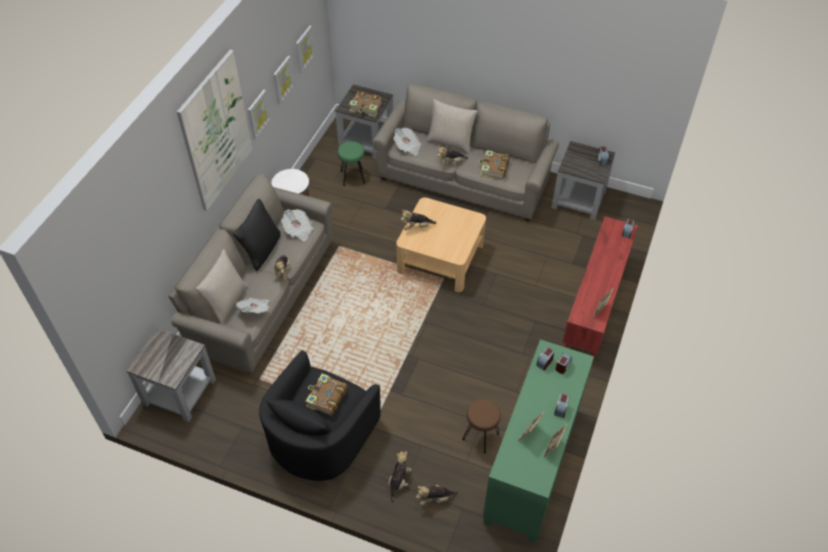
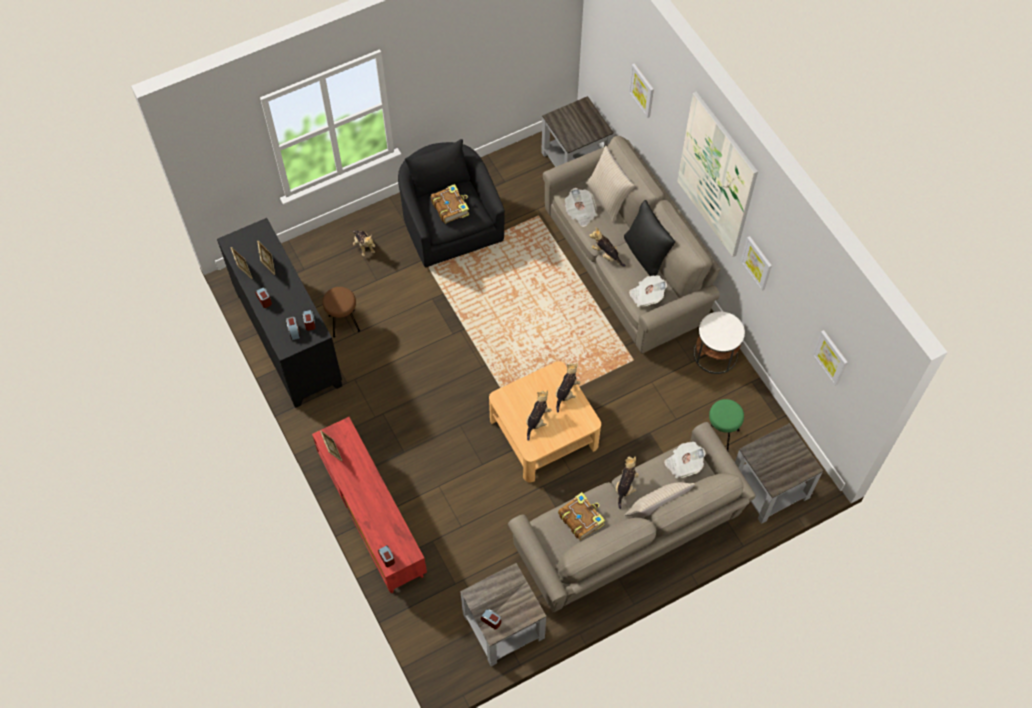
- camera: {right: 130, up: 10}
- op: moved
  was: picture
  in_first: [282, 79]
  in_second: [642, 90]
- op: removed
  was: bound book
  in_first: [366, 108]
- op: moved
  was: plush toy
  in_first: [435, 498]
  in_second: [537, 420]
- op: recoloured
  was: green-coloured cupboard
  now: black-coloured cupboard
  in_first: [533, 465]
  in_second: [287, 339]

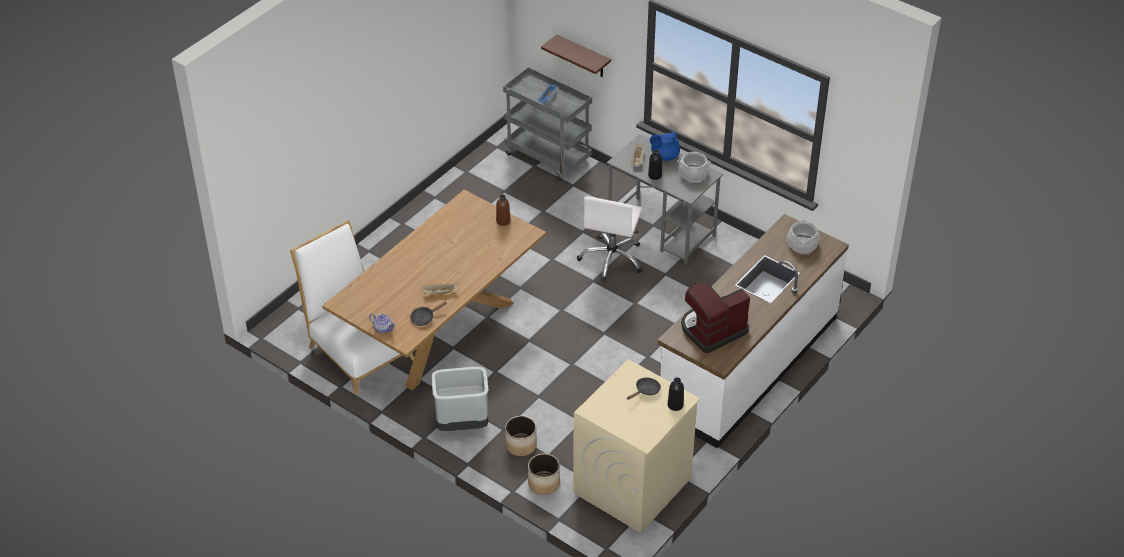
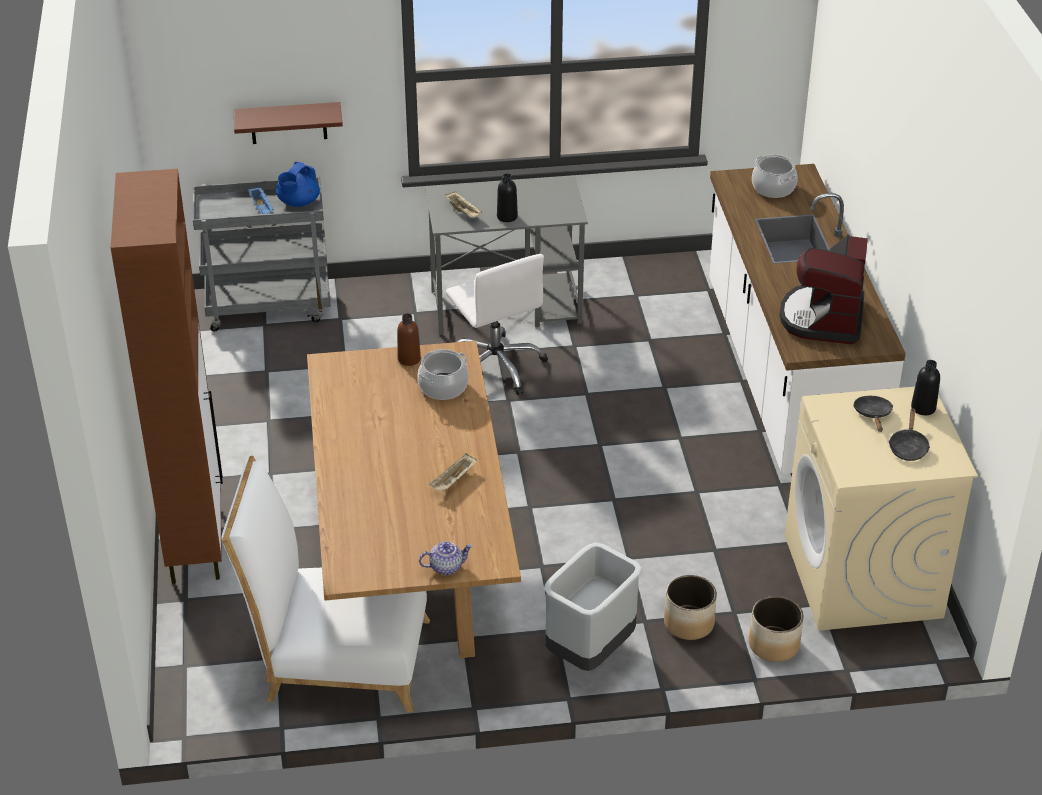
- camera: {right: -45, up: -5}
- op: moved
  was: black-coloured pan
  in_first: [424, 318]
  in_second: [908, 447]
- op: moved
  was: blue teapot
  in_first: [664, 156]
  in_second: [298, 202]
- op: moved
  was: saucepot
  in_first: [693, 174]
  in_second: [443, 387]
- op: added
  now: brown cupboard
  in_second: [196, 541]

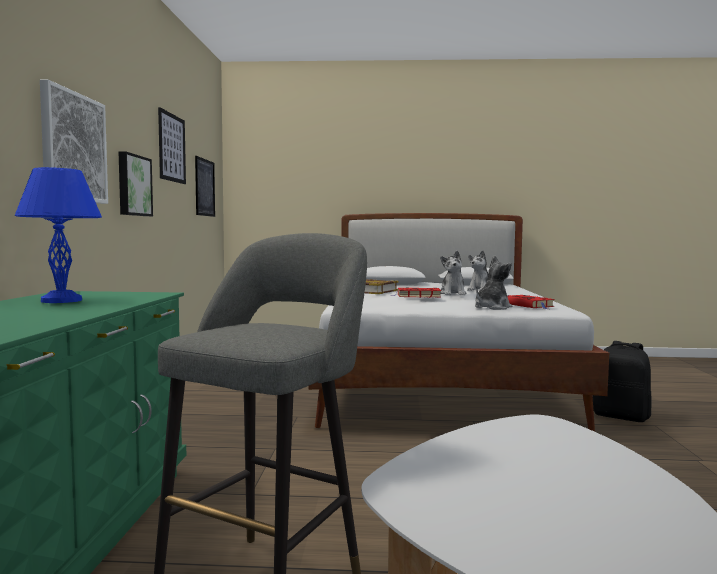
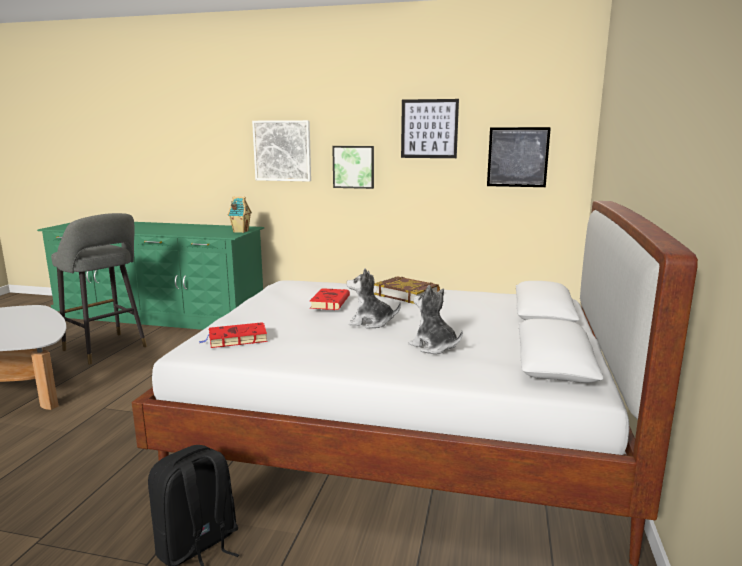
- camera: {right: 100, up: 10}
- op: removed
  was: blue table lamp
  in_first: [63, 300]
- op: removed
  was: plush toy
  in_first: [492, 308]
- op: added
  now: miniature house
  in_second: [240, 231]

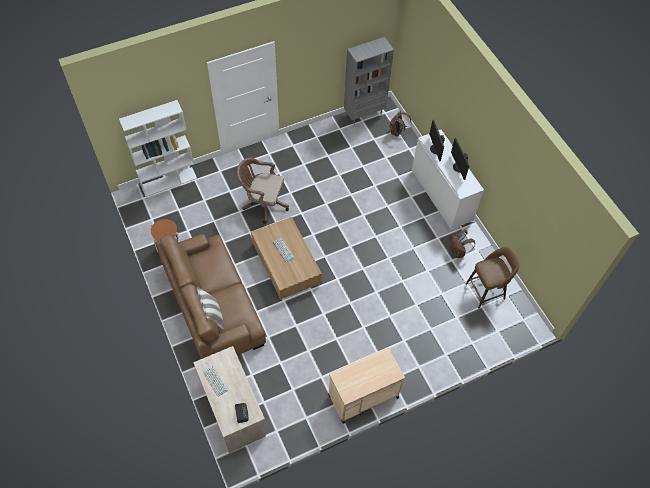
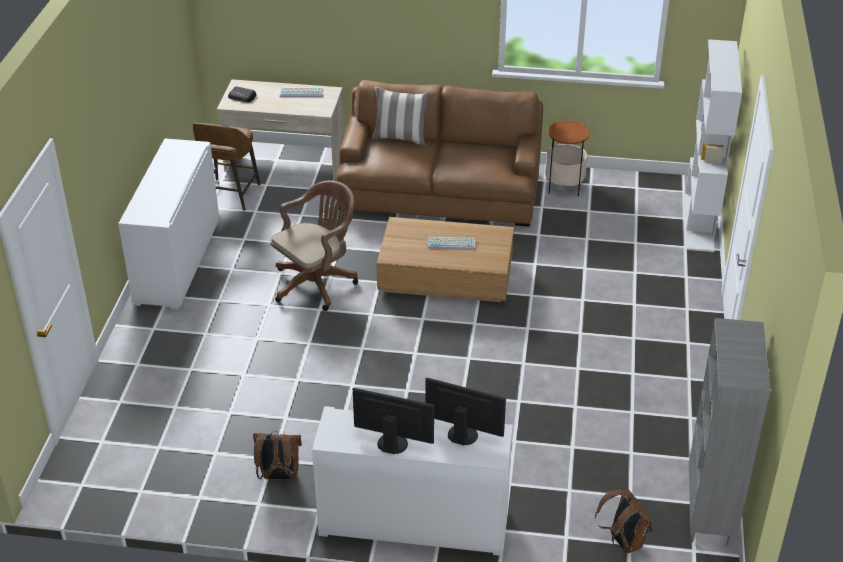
- camera: {right: 125, up: -20}
- op: moved
  was: brown office chair
  in_first: [263, 203]
  in_second: [317, 283]
- op: replaced
  was: beige-coloured wheeled cart
  now: whitish cupboard
  in_first: [362, 396]
  in_second: [178, 261]
- op: moved
  was: brown stool
  in_first: [486, 291]
  in_second: [229, 195]

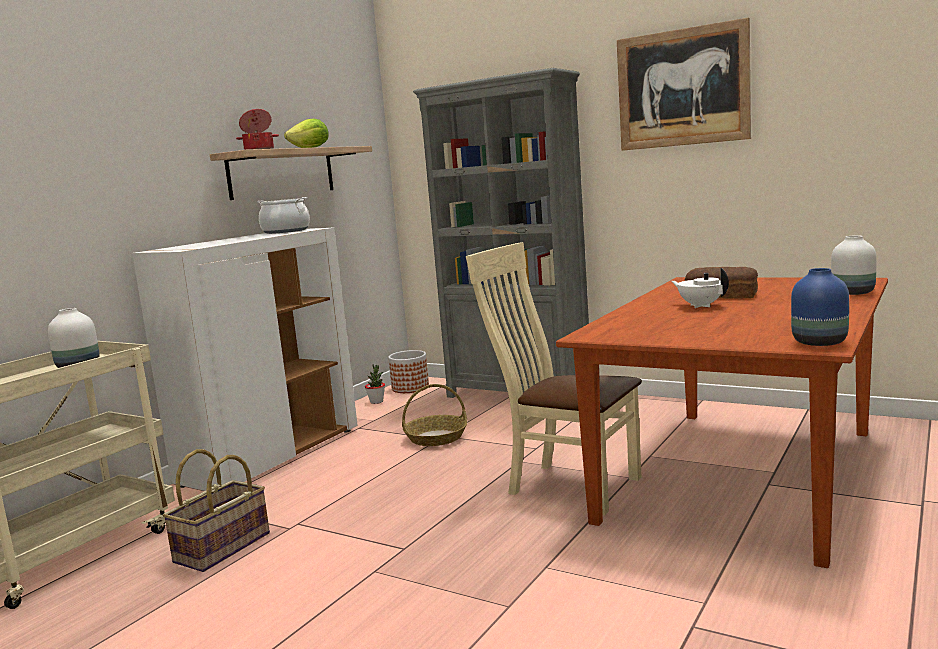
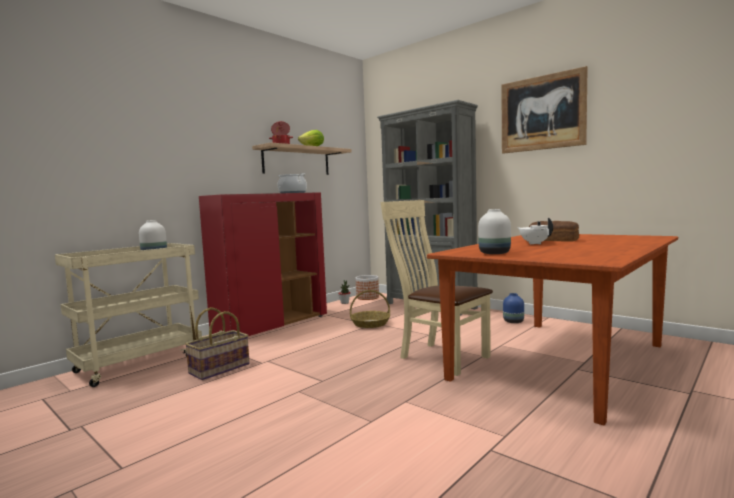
- camera: {right: 10, up: -5}
- op: recoloured
  was: whitish cupboard
  now: reddish cupboard
  in_first: [272, 456]
  in_second: [272, 325]
- op: moved
  was: blue flower vase
  in_first: [817, 343]
  in_second: [513, 321]
- op: moved
  was: whitish flower vase
  in_first: [853, 293]
  in_second: [495, 253]

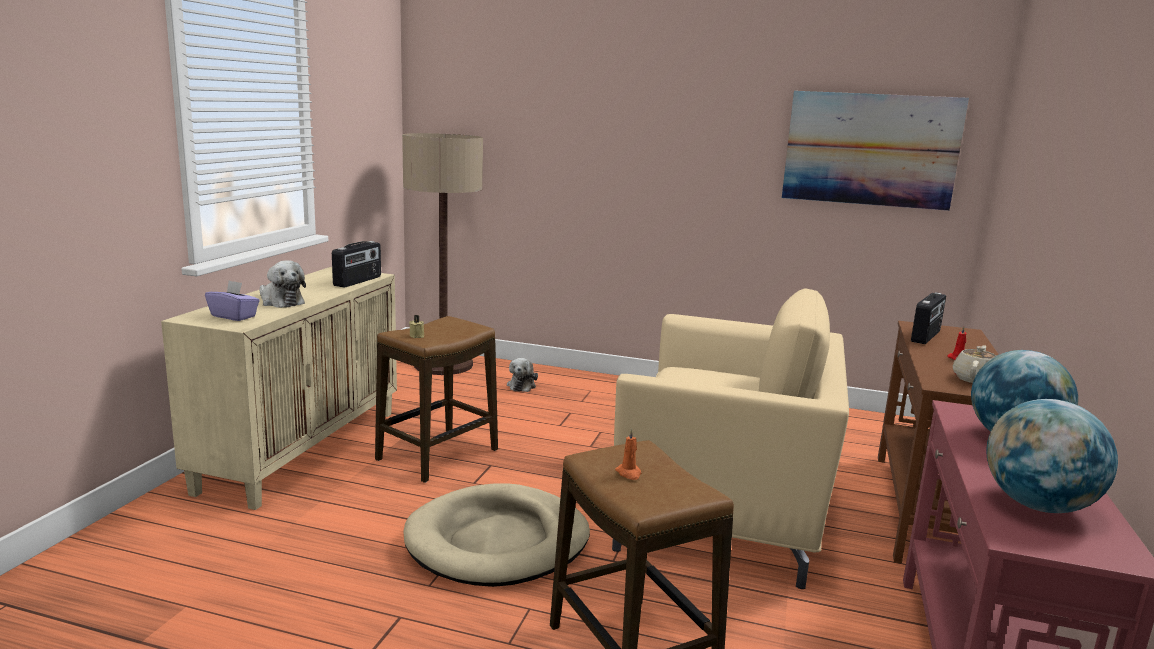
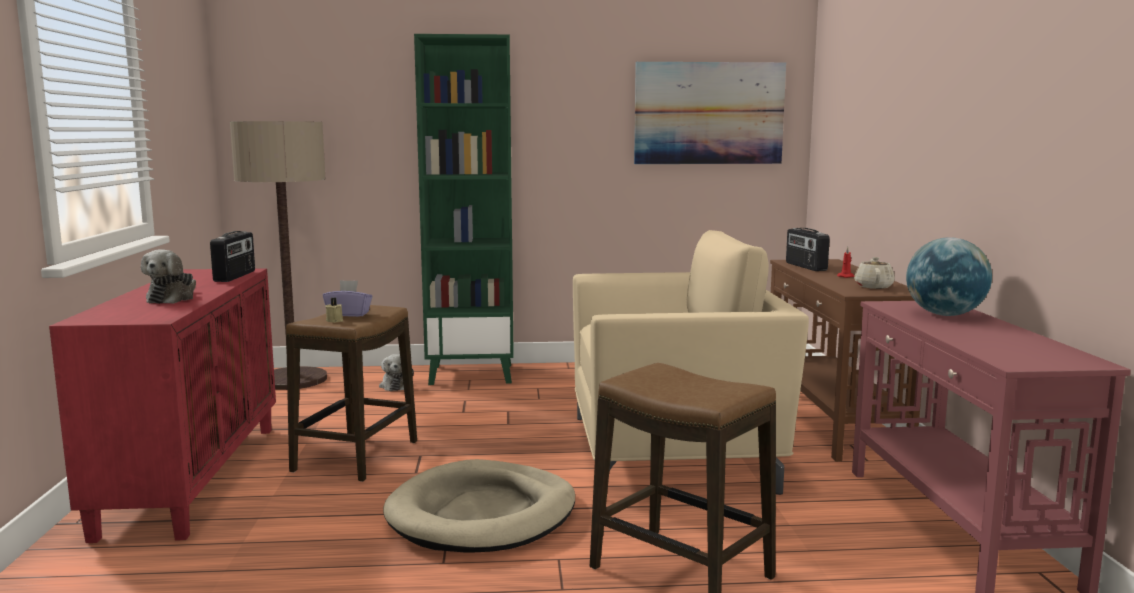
- camera: {right: -20, up: -5}
- op: recoloured
  was: beige-coloured cupboard
  now: reddish cupboard
  in_first: [301, 449]
  in_second: [192, 477]
- op: moved
  was: purplish box of tissues
  in_first: [234, 316]
  in_second: [349, 314]
- op: turned
  was: plush toy
  in_first: [280, 301]
  in_second: [172, 298]
  clockwise: 75
- op: removed
  was: orange-coloured wax light
  in_first: [629, 473]
- op: turned
  was: radio receiver
  in_first: [926, 336]
  in_second: [805, 266]
  clockwise: 150
- op: removed
  was: globe
  in_first: [1037, 505]
- op: added
  now: green-coloured bookcase
  in_second: [472, 374]

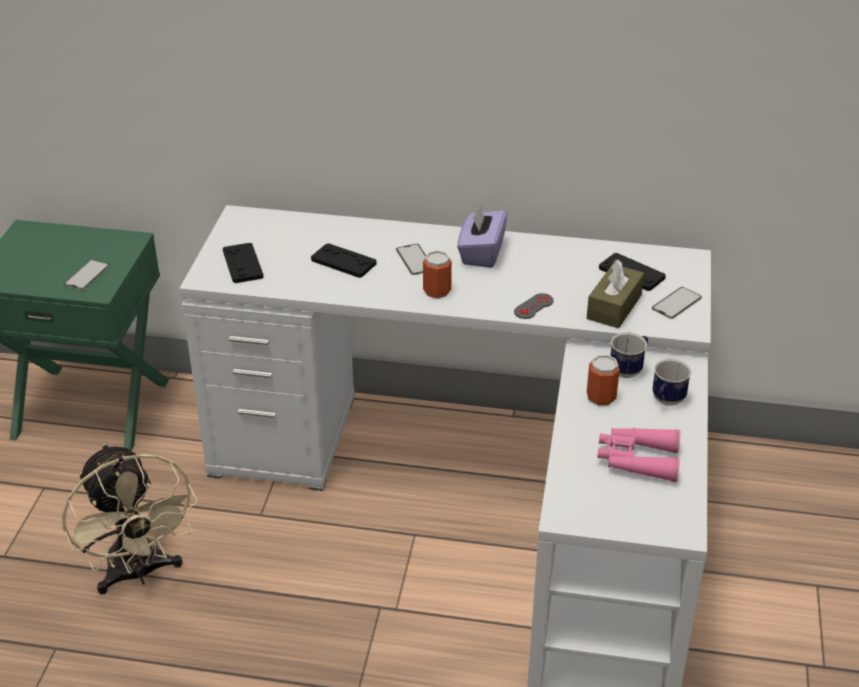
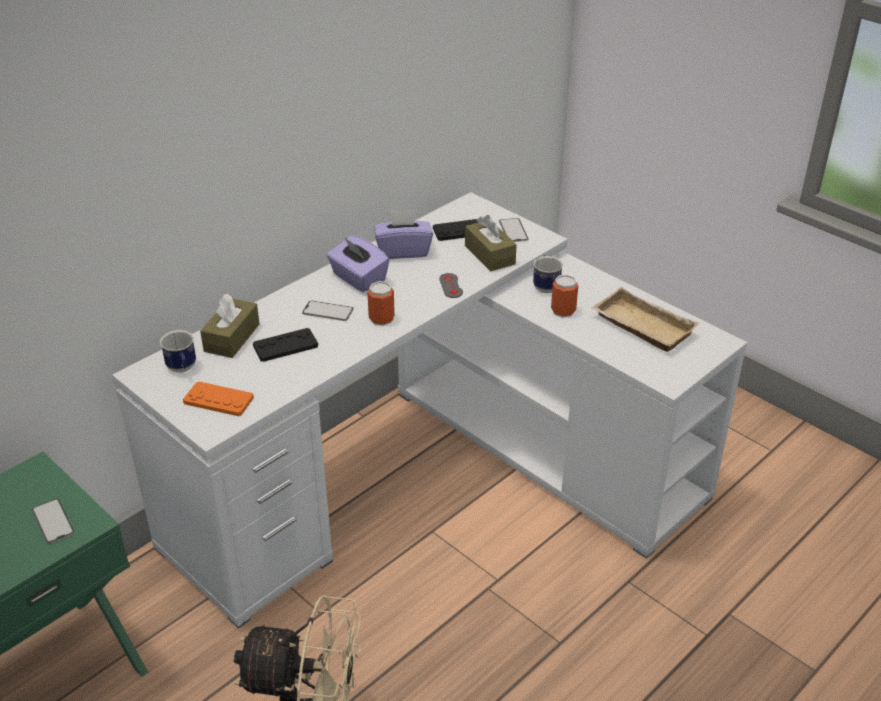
- camera: {right: -55, up: 0}
- op: recoloured
  was: black-coloured joypad
  now: orange-coloured joypad
  in_first: [242, 264]
  in_second: [218, 400]
- op: replaced
  was: pink pair of binoculars
  now: beige-coloured tray
  in_first: [637, 460]
  in_second: [640, 327]
- op: moved
  was: mug
  in_first: [666, 402]
  in_second: [182, 369]
- op: added
  now: brown box of tissues
  in_second: [232, 338]
- op: added
  now: purplish box of tissues
  in_second: [403, 251]

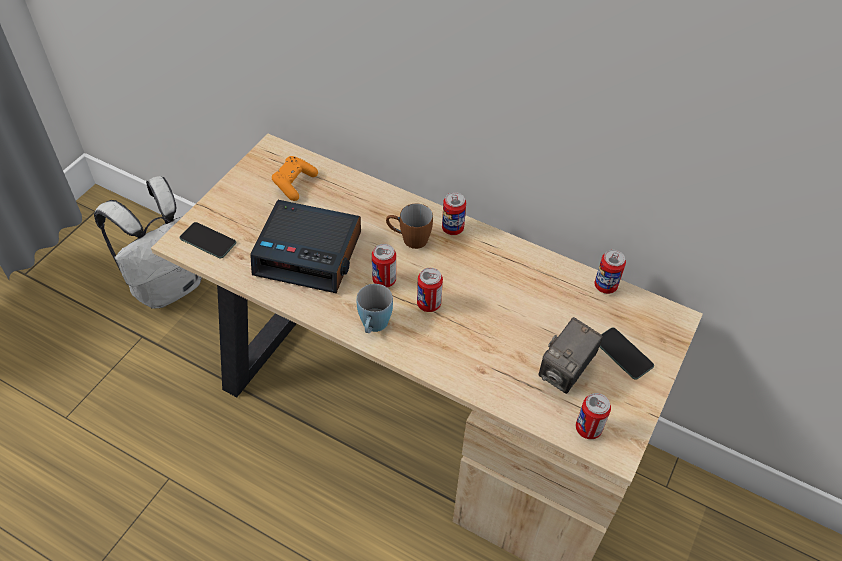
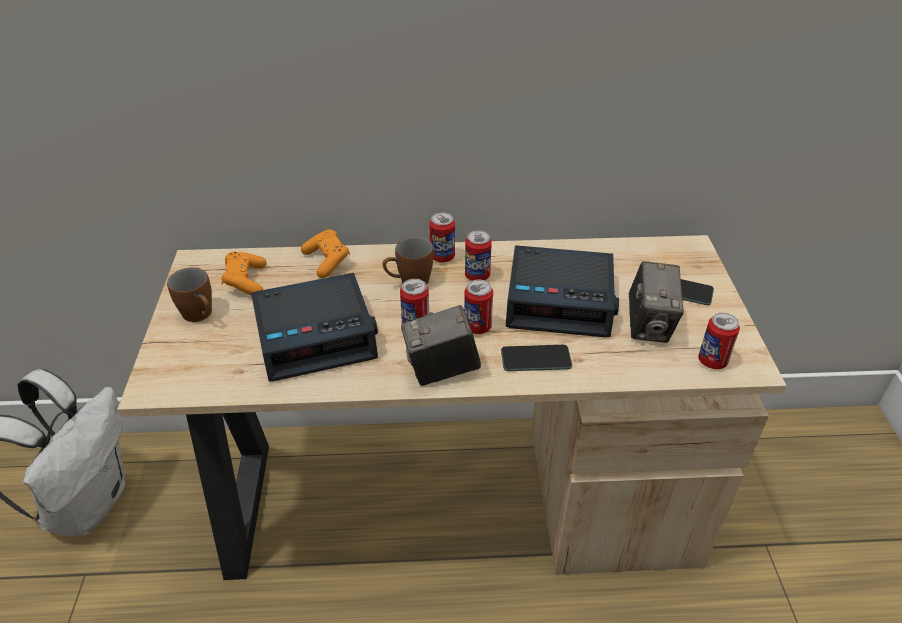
- camera: {right: -30, up: -10}
- op: moved
  was: telephone
  in_first: [208, 241]
  in_second: [536, 359]
- op: replaced
  was: blue mug
  now: photo camera
  in_first: [373, 326]
  in_second: [441, 370]
- op: moved
  was: sealed can
  in_first: [605, 286]
  in_second: [477, 276]
- op: added
  now: brown mug
  in_second: [201, 316]
- op: added
  now: orange-coloured joypad
  in_second: [327, 261]
- op: added
  now: alarm clock
  in_second: [560, 301]

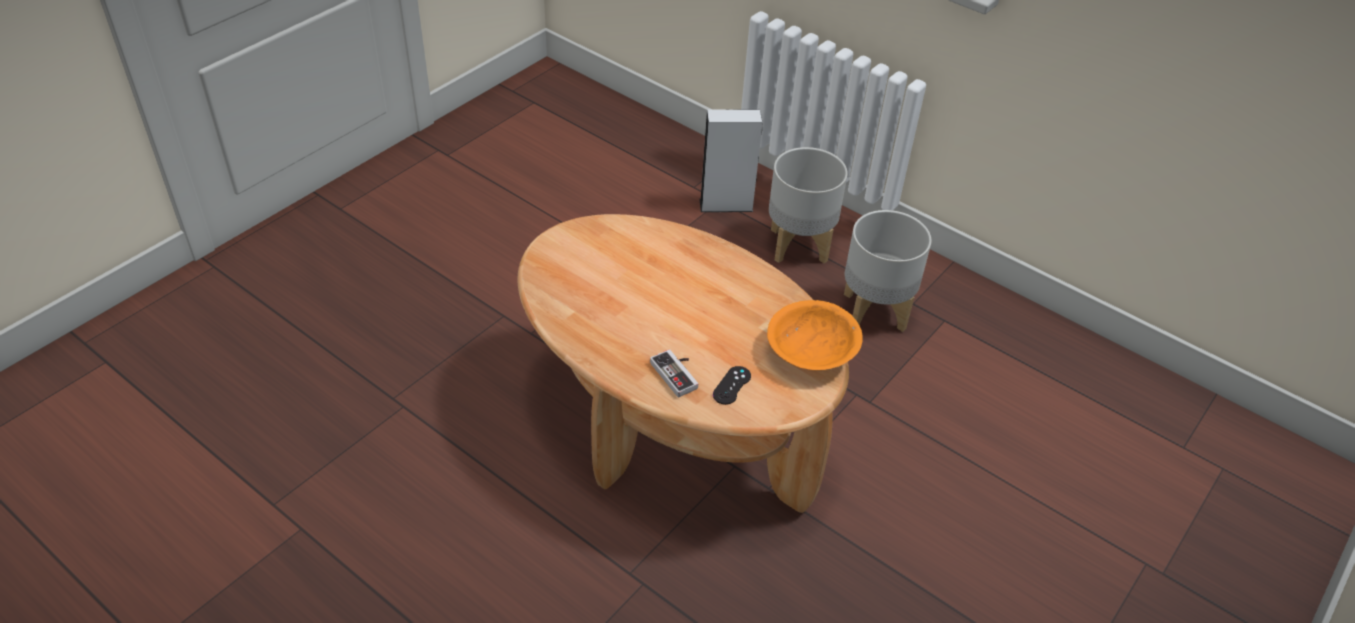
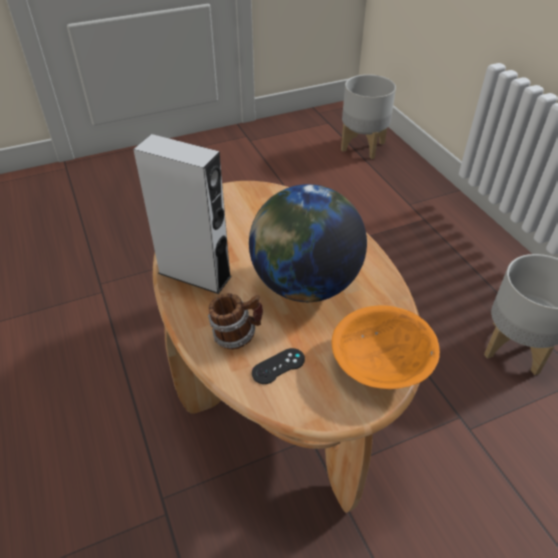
- camera: {right: 30, up: 0}
- op: replaced
  was: joypad
  now: mug
  in_first: [678, 373]
  in_second: [237, 335]
- op: moved
  was: grey speaker
  in_first: [726, 205]
  in_second: [194, 274]
- op: moved
  was: grey plant pot
  in_first: [799, 245]
  in_second: [363, 146]
- op: added
  now: globe
  in_second: [304, 284]

